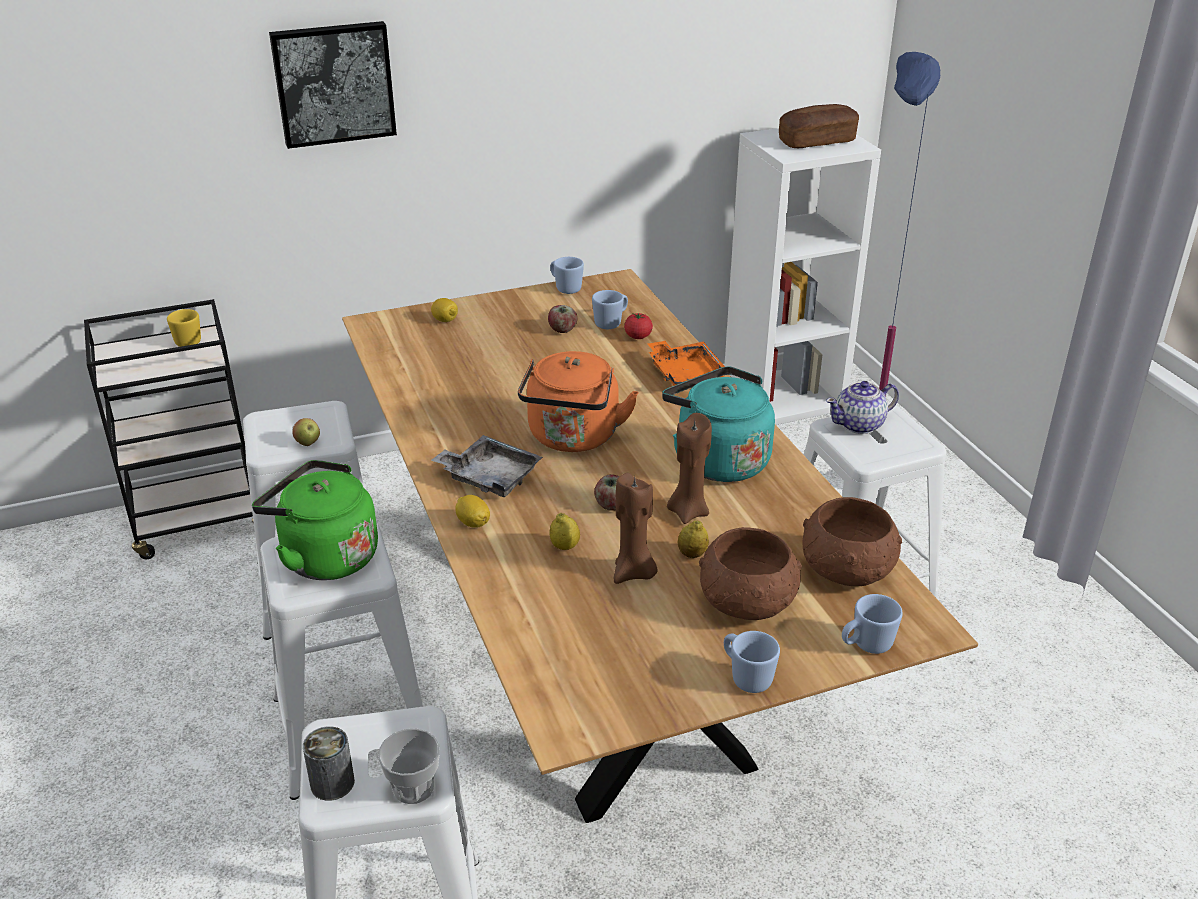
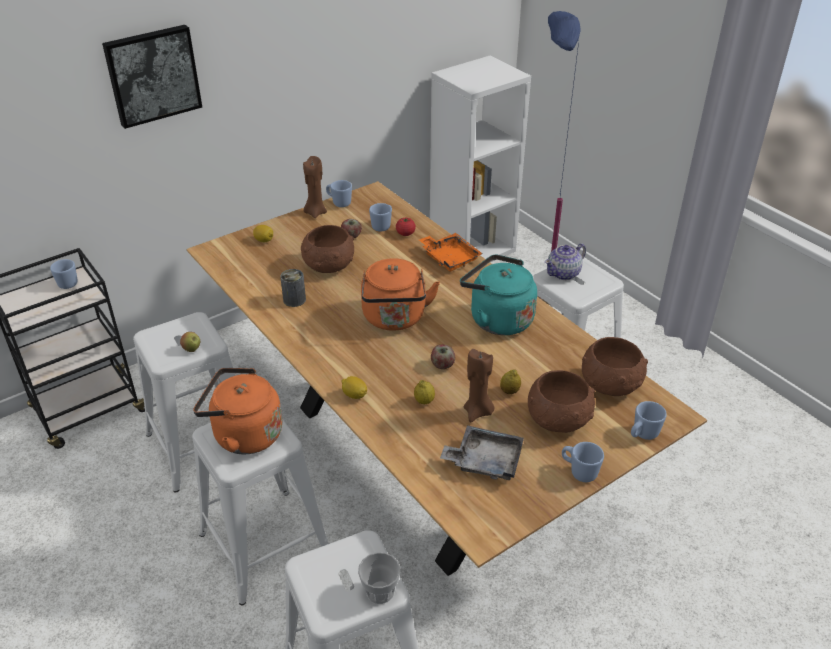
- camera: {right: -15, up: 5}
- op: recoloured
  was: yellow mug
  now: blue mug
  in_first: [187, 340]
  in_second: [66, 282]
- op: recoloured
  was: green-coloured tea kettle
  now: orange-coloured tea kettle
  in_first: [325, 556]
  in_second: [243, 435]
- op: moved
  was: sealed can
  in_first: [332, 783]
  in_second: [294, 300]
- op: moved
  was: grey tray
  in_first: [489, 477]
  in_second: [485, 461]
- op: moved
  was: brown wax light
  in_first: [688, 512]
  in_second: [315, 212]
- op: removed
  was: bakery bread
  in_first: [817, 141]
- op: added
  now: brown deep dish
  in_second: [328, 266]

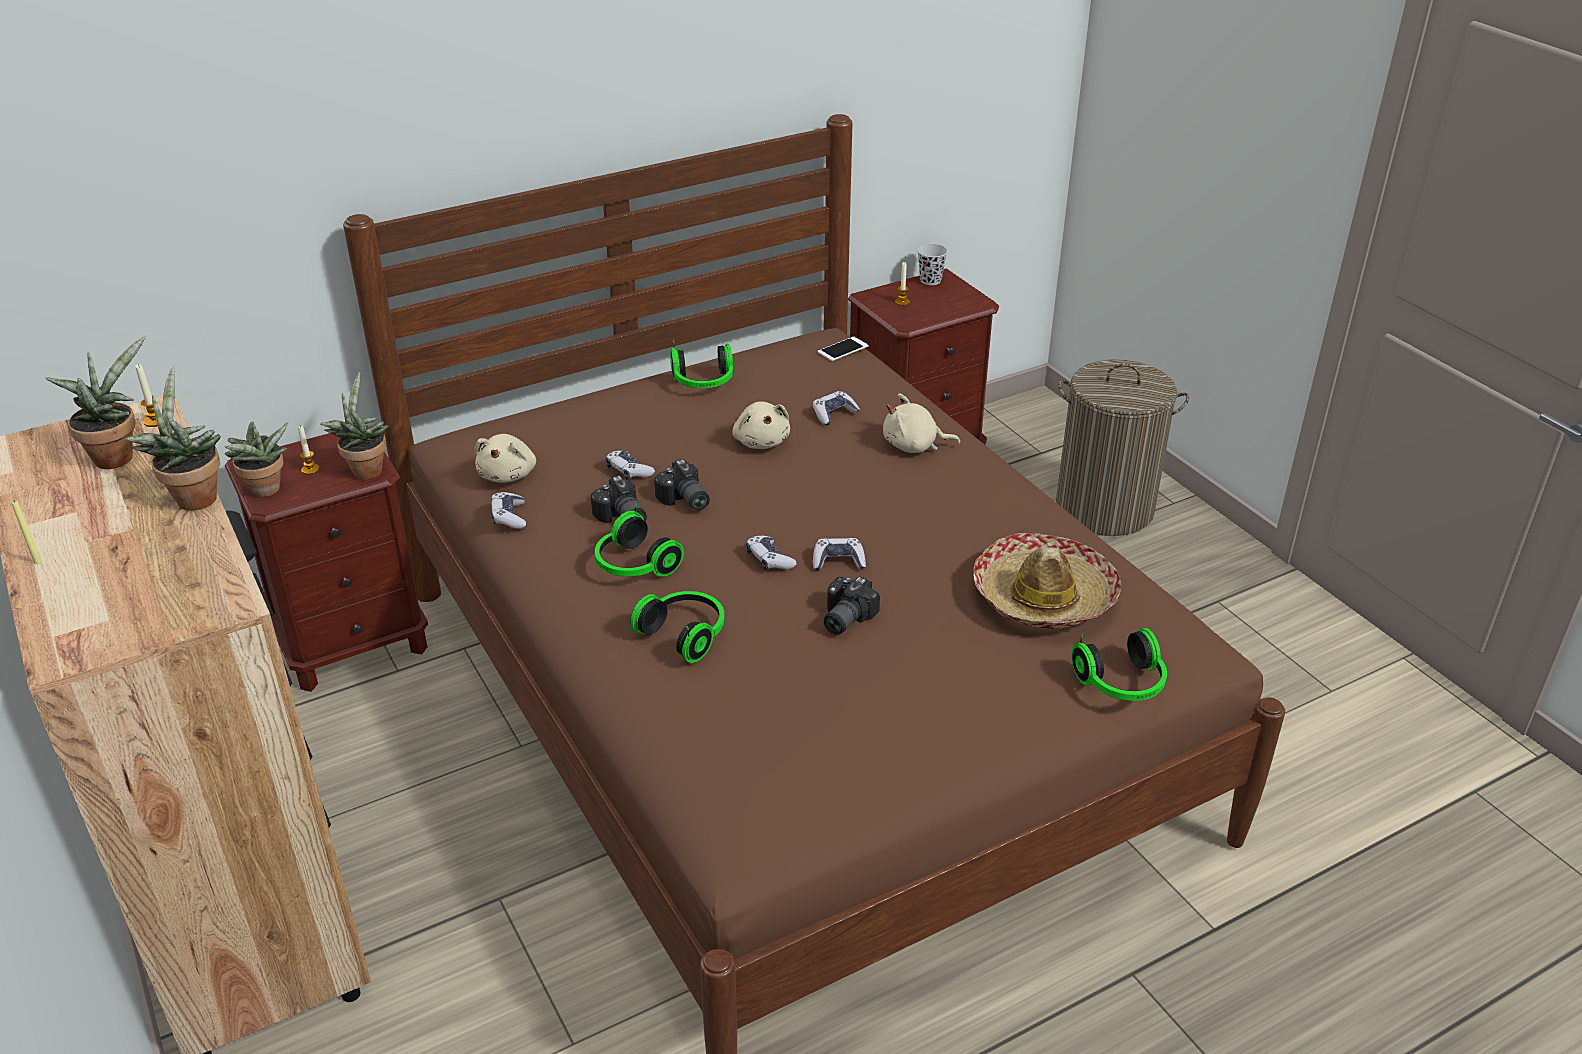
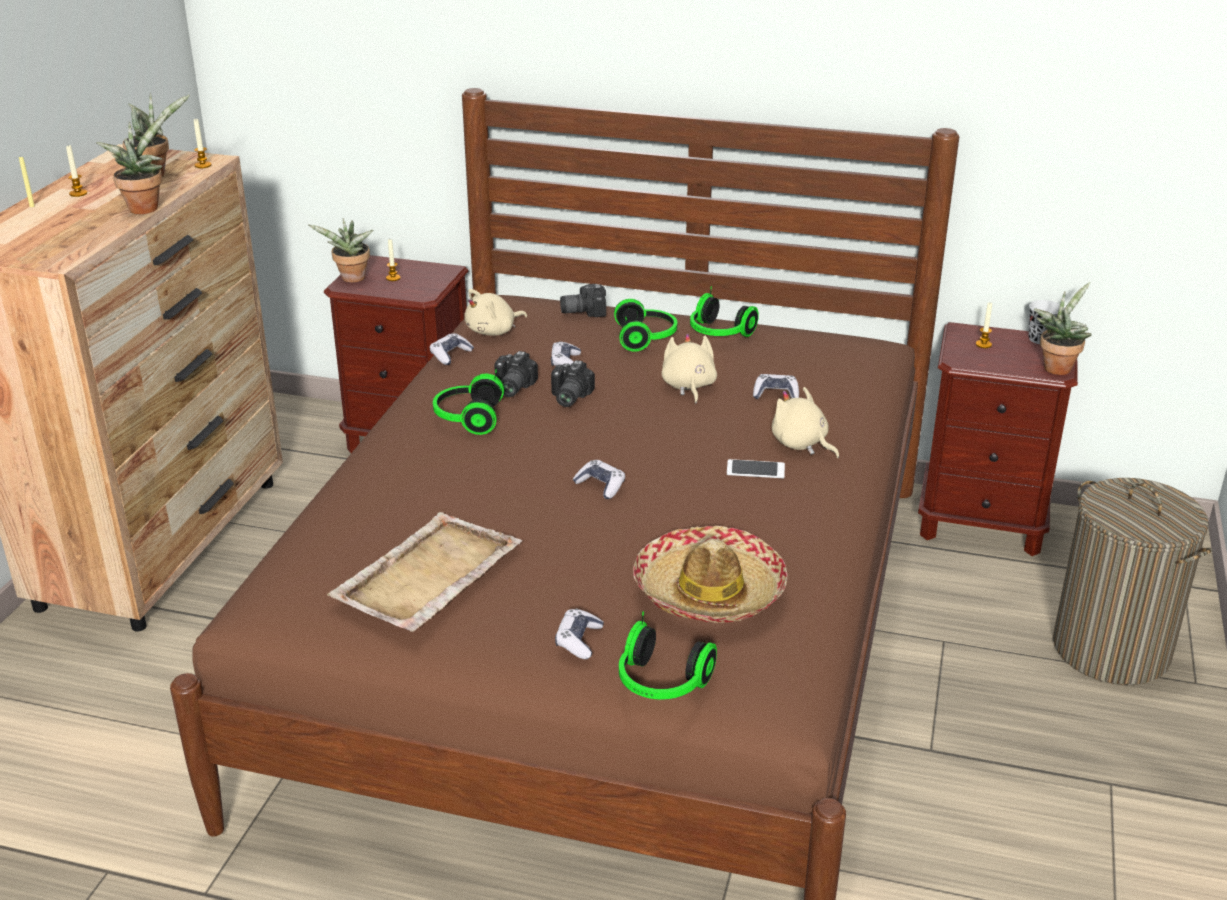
- camera: {right: 45, up: -5}
- op: moved
  was: plant in a pot
  in_first: [366, 469]
  in_second: [1056, 367]
- op: moved
  was: headset
  in_first: [685, 634]
  in_second: [646, 338]
- op: turned
  was: beige-coloured plush toy
  in_first: [761, 441]
  in_second: [688, 386]
  clockwise: 150
- op: moved
  was: joypad
  in_first: [769, 560]
  in_second: [578, 641]
- op: moved
  was: telephone
  in_first: [843, 349]
  in_second: [755, 469]
- op: moved
  was: photo camera
  in_first: [843, 618]
  in_second: [582, 311]
- op: added
  now: wax light
  in_second: [78, 193]
- op: added
  now: beige-coloured tray
  in_second: [426, 576]

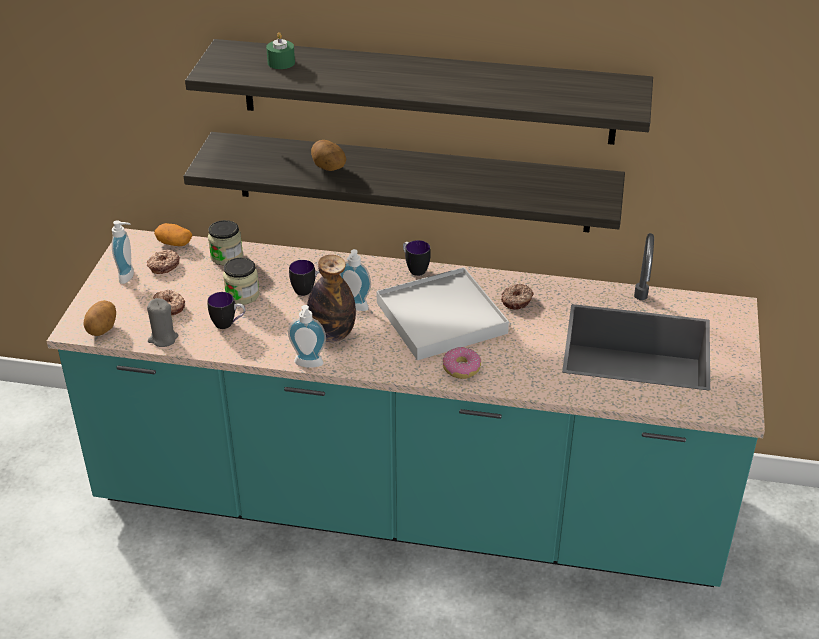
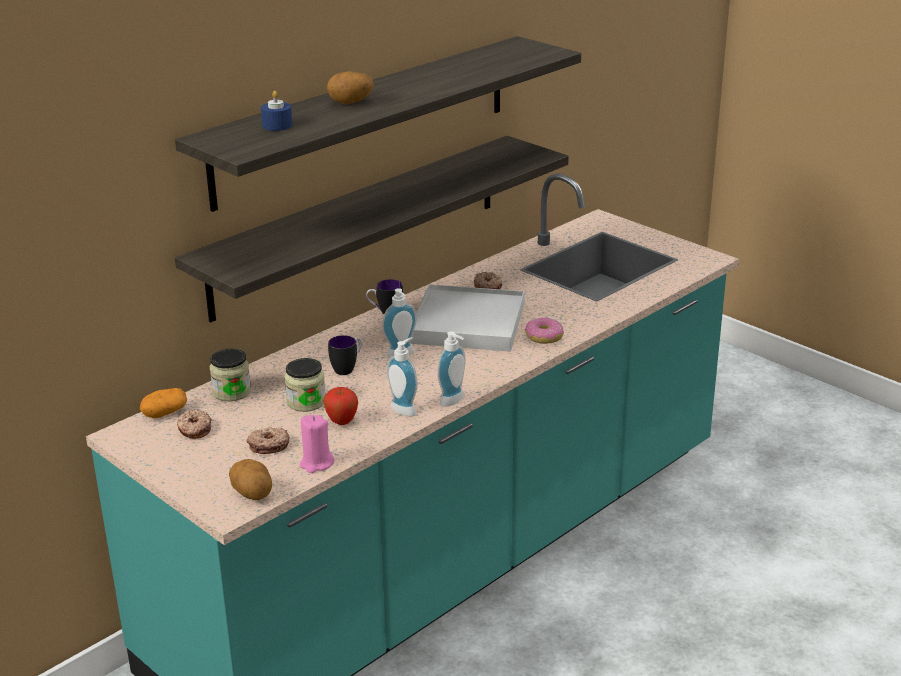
- camera: {right: -55, up: -10}
- op: moved
  was: liquid soap bottle
  in_first: [129, 276]
  in_second: [406, 409]
- op: recoloured
  was: grey wax light
  now: pink wax light
  in_first: [163, 339]
  in_second: [316, 463]
- op: replaced
  was: mug
  now: apple fruit
  in_first: [228, 324]
  in_second: [342, 422]
- op: recoloured
  was: green-coloured wax light
  now: blue wax light
  in_first: [281, 62]
  in_second: [277, 125]
- op: removed
  was: beverage bottle
  in_first: [332, 334]
- op: moved
  was: whole potato
  in_first: [328, 168]
  in_second: [350, 103]

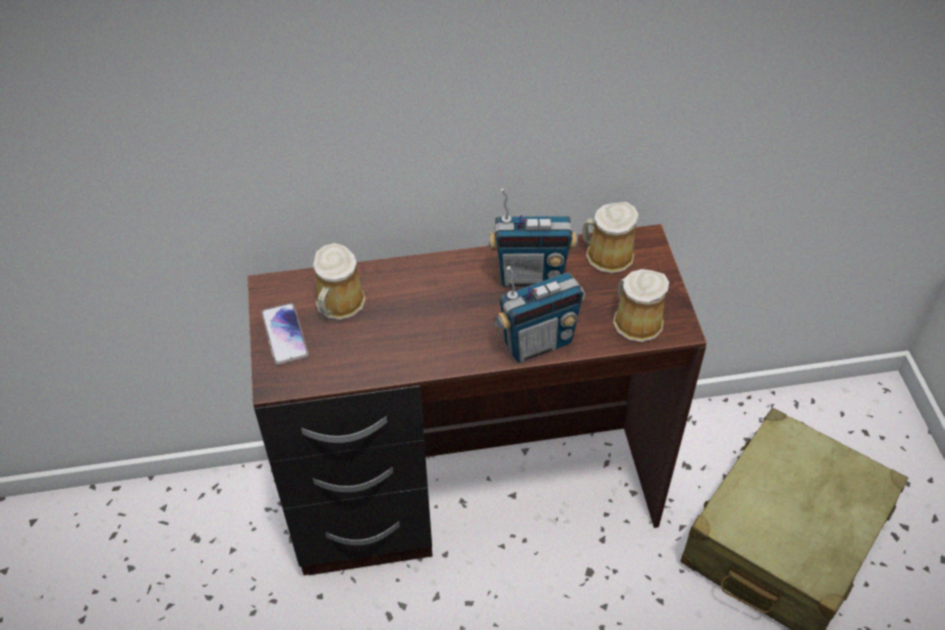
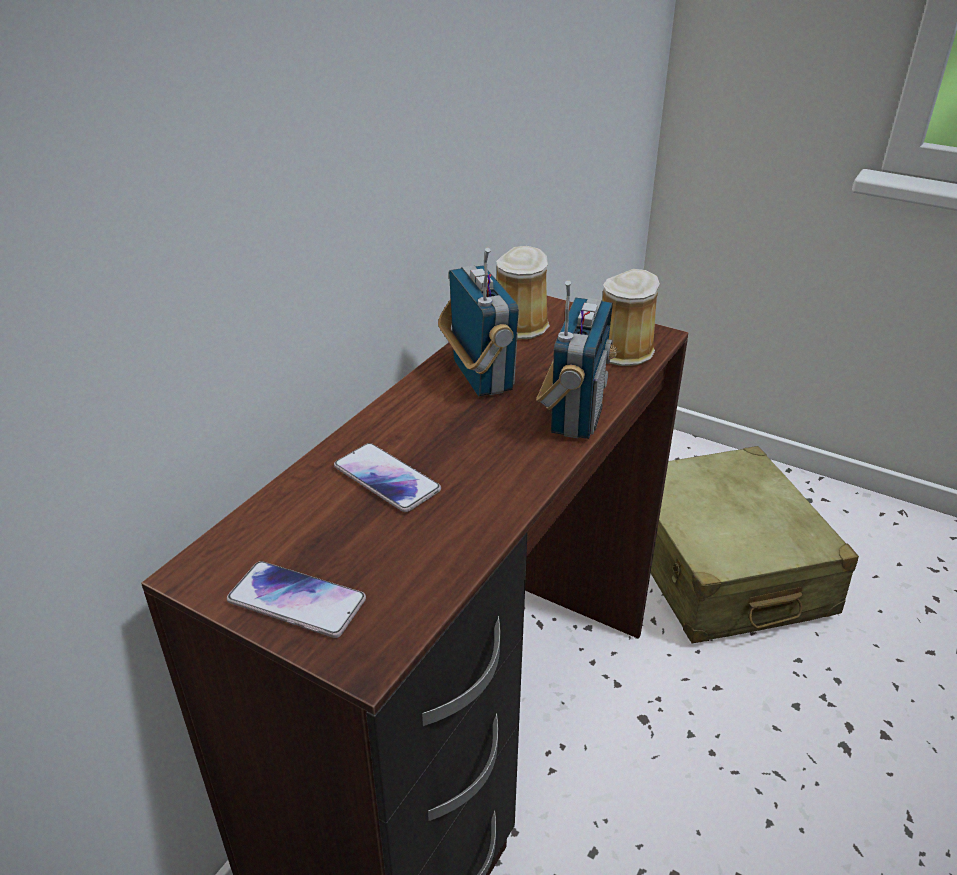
- camera: {right: -50, up: -15}
- op: removed
  was: mug
  in_first: [338, 304]
- op: turned
  was: radio receiver
  in_first: [530, 276]
  in_second: [480, 377]
  clockwise: -60
- op: added
  now: telephone
  in_second: [387, 479]

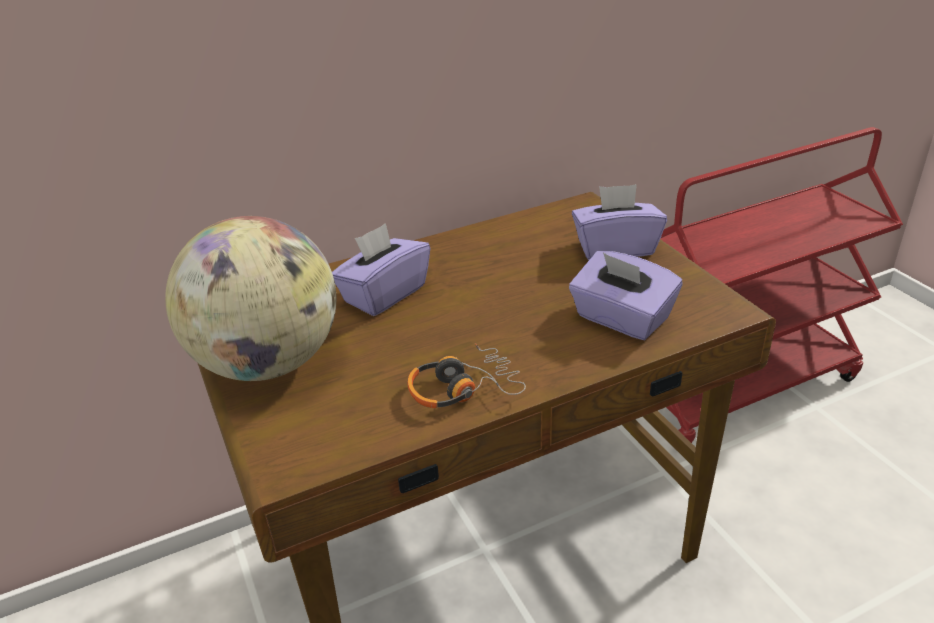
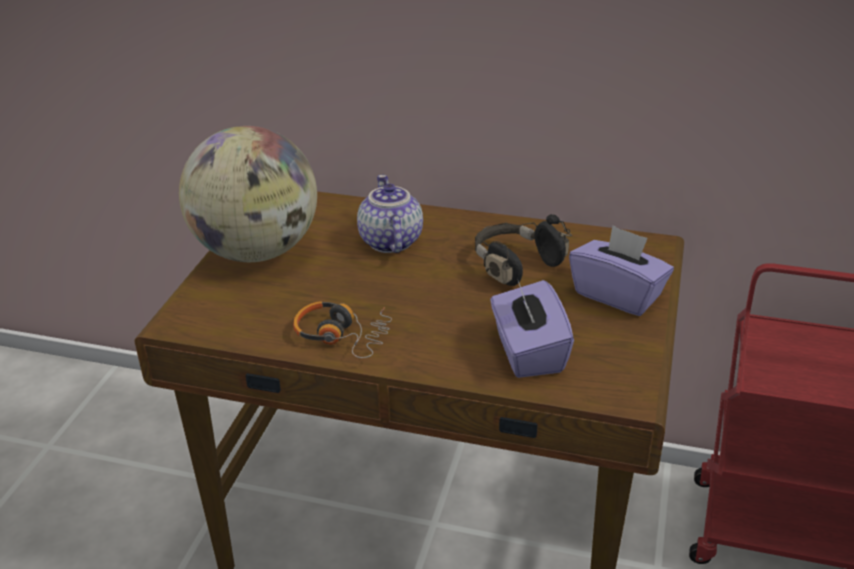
- camera: {right: 40, up: 0}
- op: replaced
  was: purplish box of tissues
  now: teapot
  in_first: [384, 294]
  in_second: [389, 241]
- op: added
  now: black-coloured headset
  in_second: [515, 265]

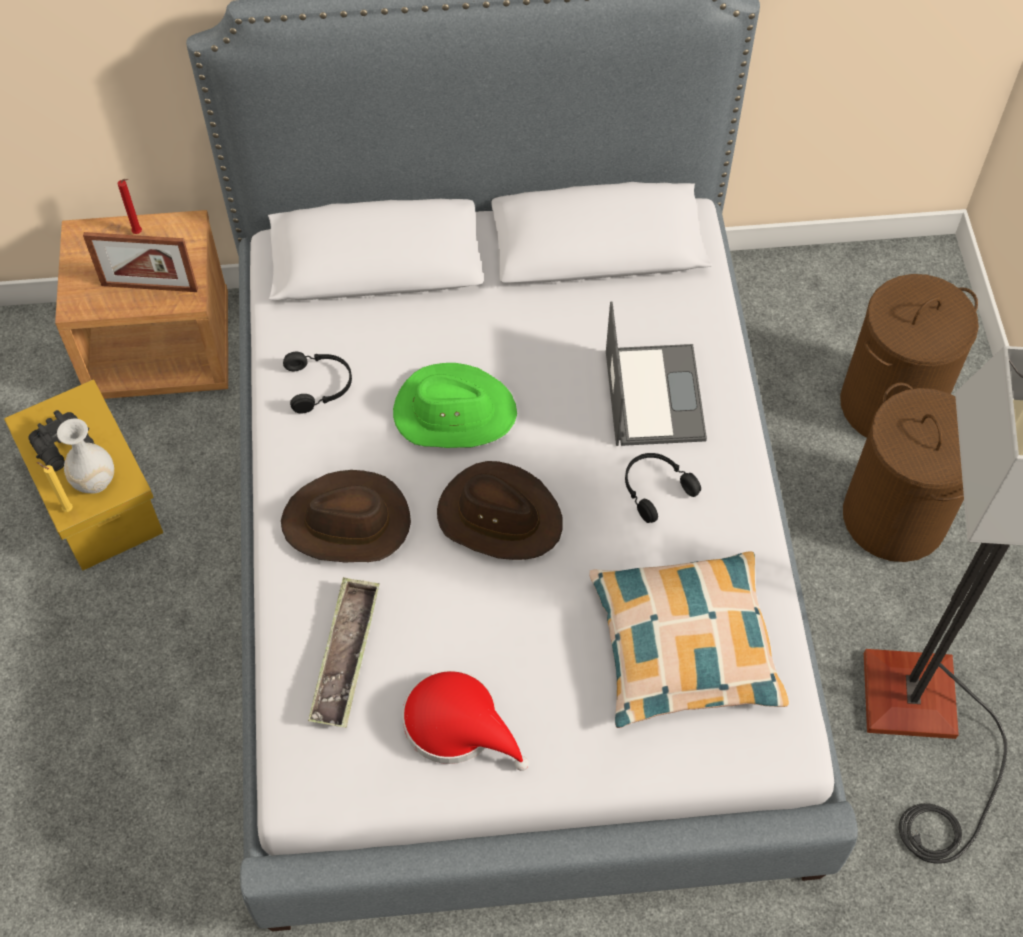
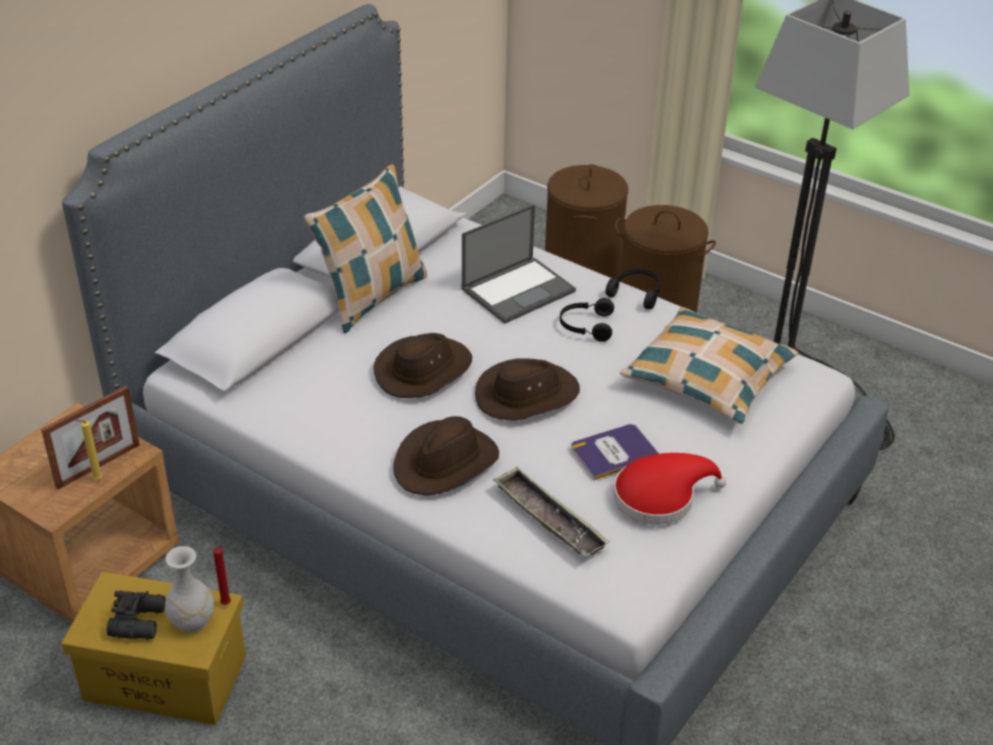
- camera: {right: -50, up: -20}
- op: moved
  was: yellow wax light
  in_first: [66, 509]
  in_second: [96, 480]
- op: moved
  was: reddish wax light
  in_first: [139, 233]
  in_second: [227, 603]
- op: moved
  was: black-coloured headset
  in_first: [320, 385]
  in_second: [637, 293]
- op: recoloured
  was: green-coloured wearable hat
  now: brown wearable hat
  in_first: [453, 412]
  in_second: [423, 370]
- op: turned
  was: laptop
  in_first: [653, 394]
  in_second: [519, 289]
  clockwise: 105
- op: added
  now: pillow
  in_second: [372, 297]
- op: added
  now: bound book
  in_second: [614, 452]

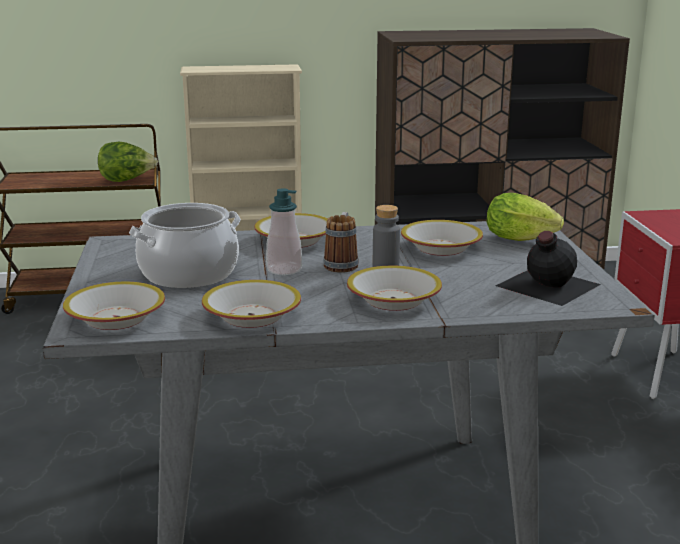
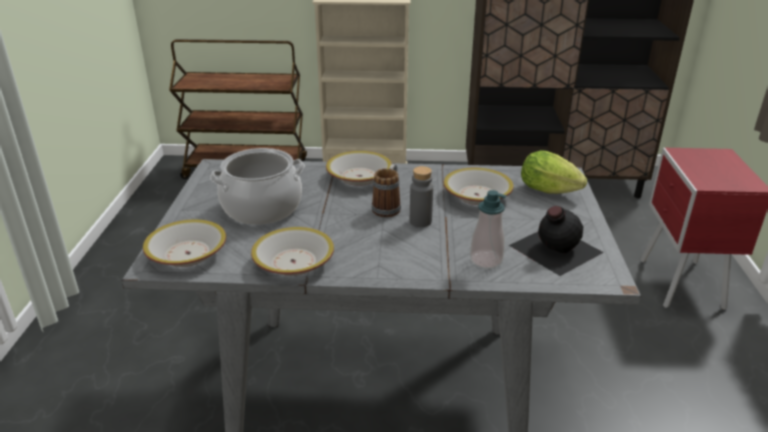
- camera: {right: 10, up: 10}
- op: removed
  was: lettuce head
  in_first: [127, 180]
- op: moved
  was: liquid soap bottle
  in_first: [284, 270]
  in_second: [486, 260]
- op: removed
  was: deep dish
  in_first: [393, 300]

